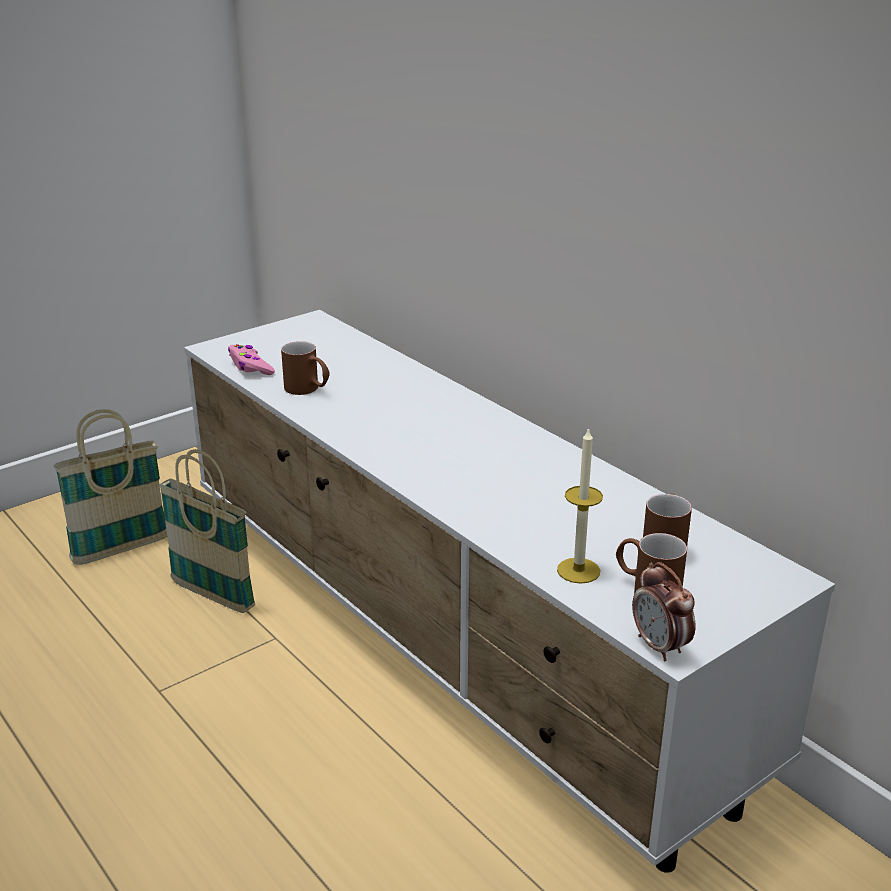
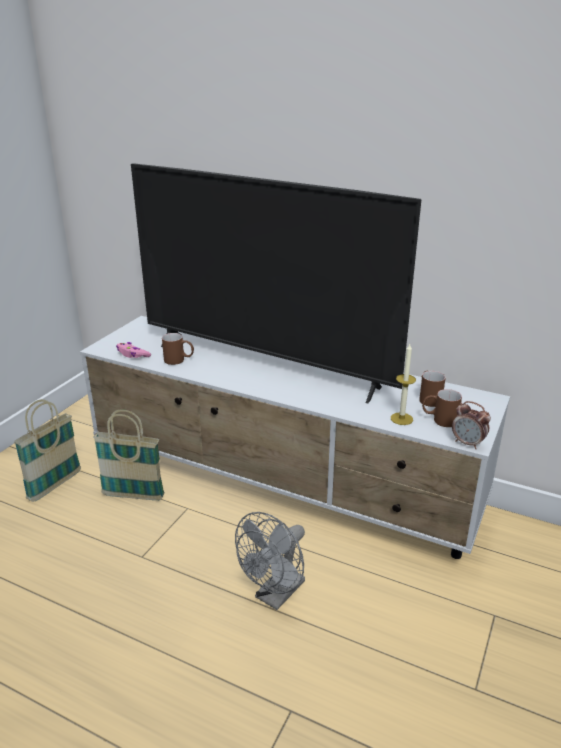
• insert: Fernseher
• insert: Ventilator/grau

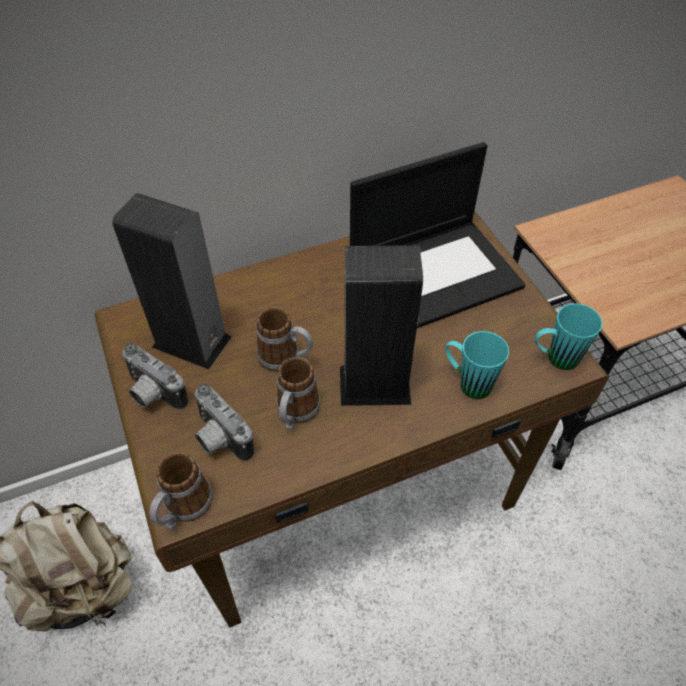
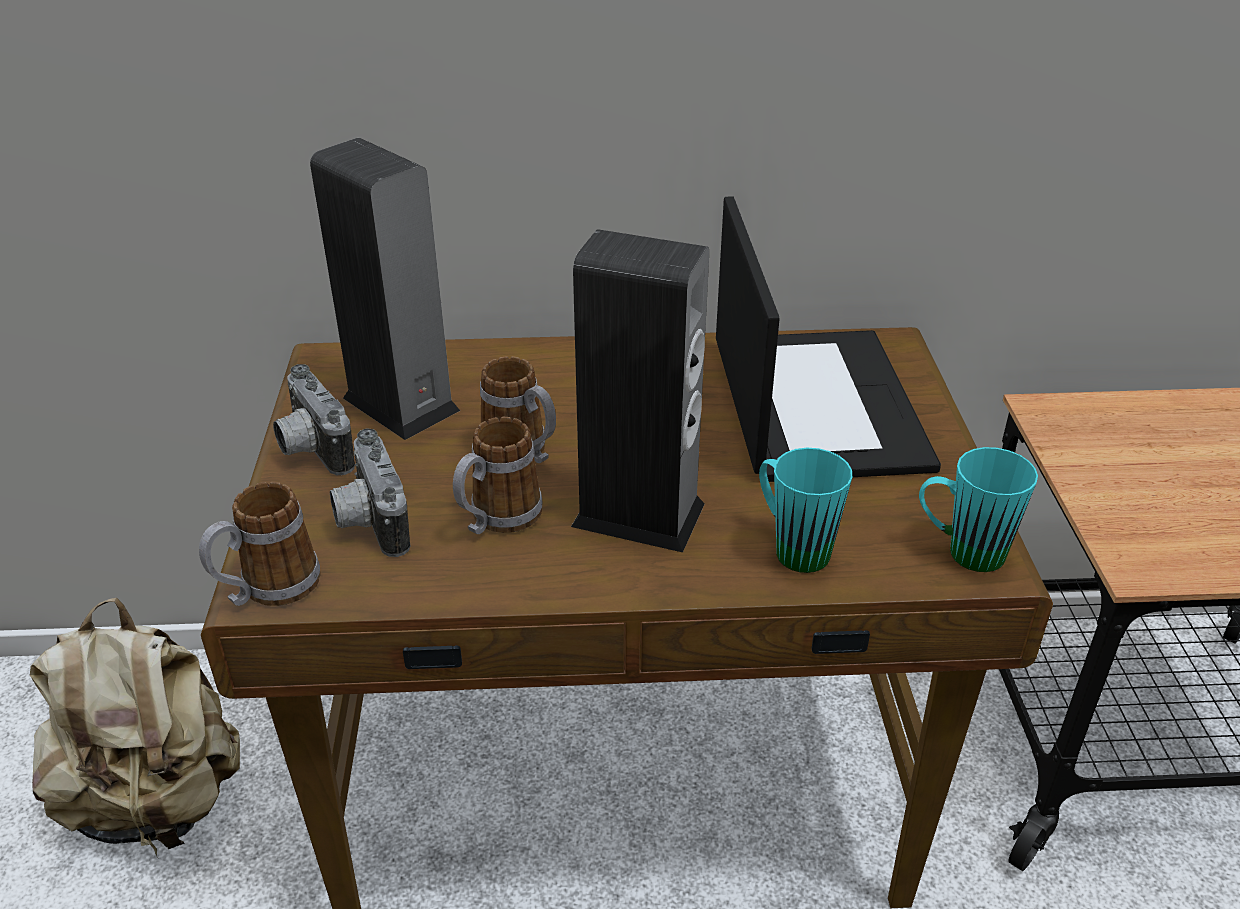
• rotate: Laptop 90 degrees counterclockwise

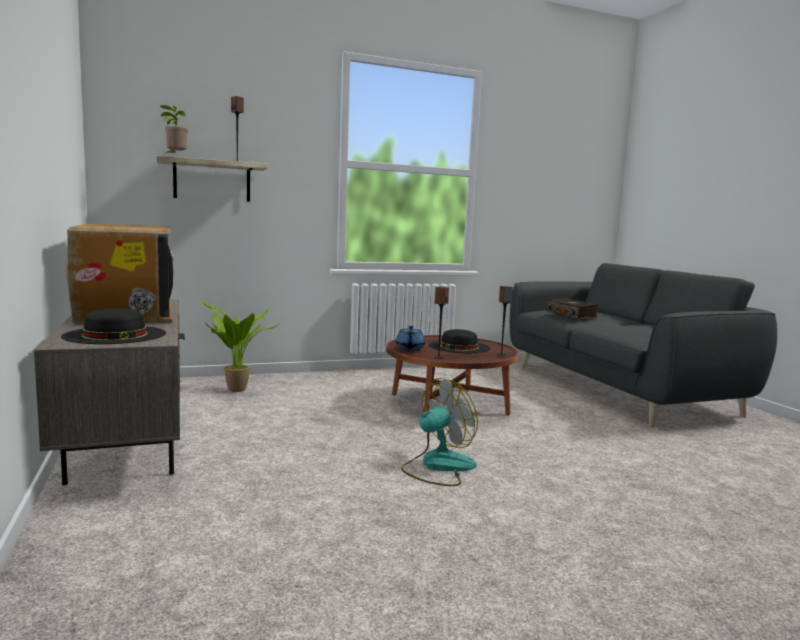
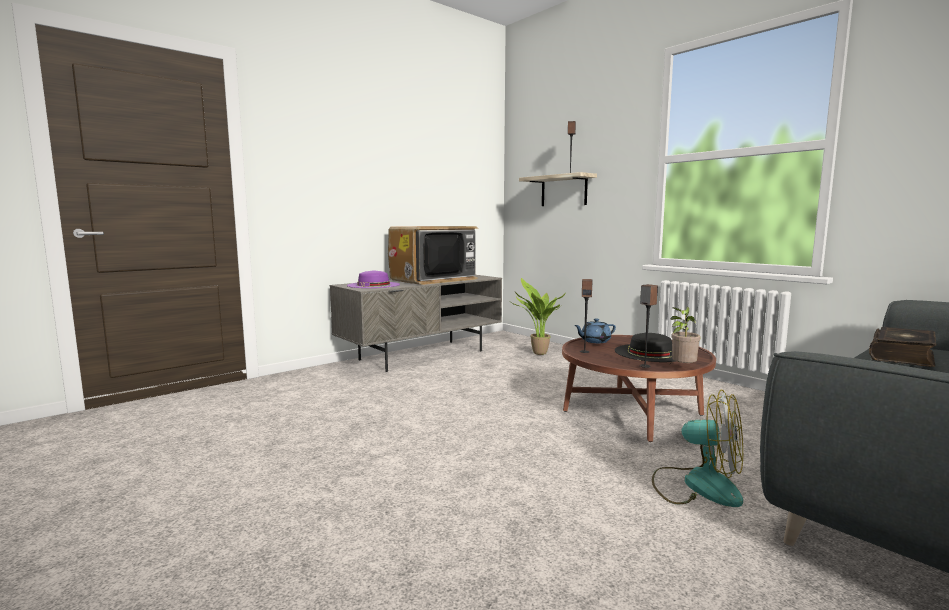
• recolor: Hut/schwarz (1st from left) to Hut/lila
• move: Ventilator
• move: Topfpflanze (1st from left in the first image) to Topfpflanze (2nd from left)

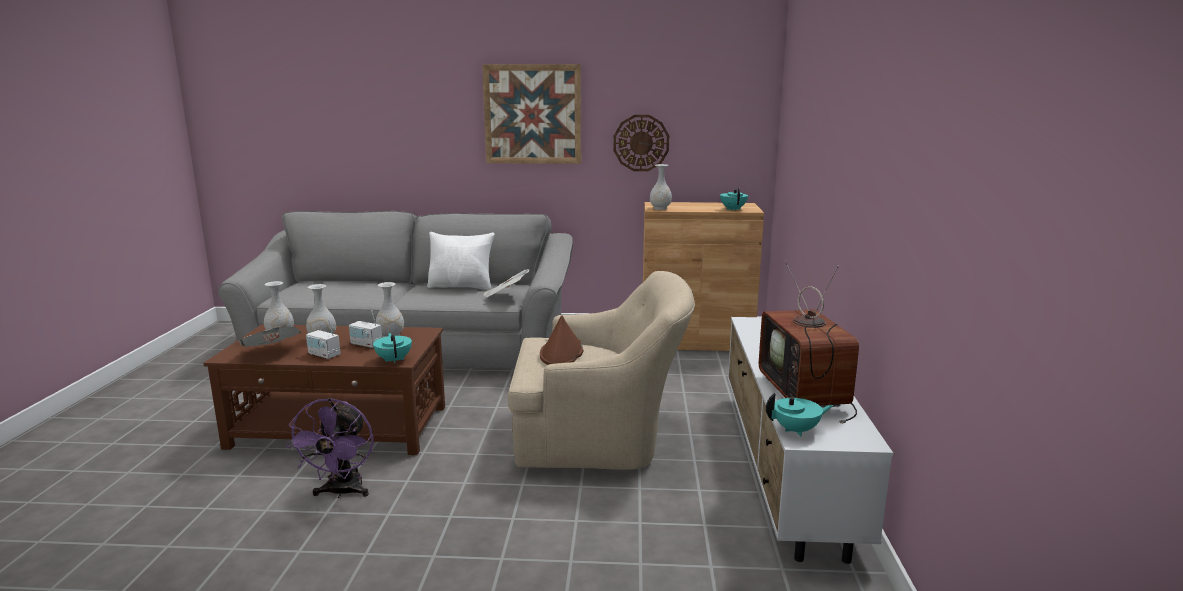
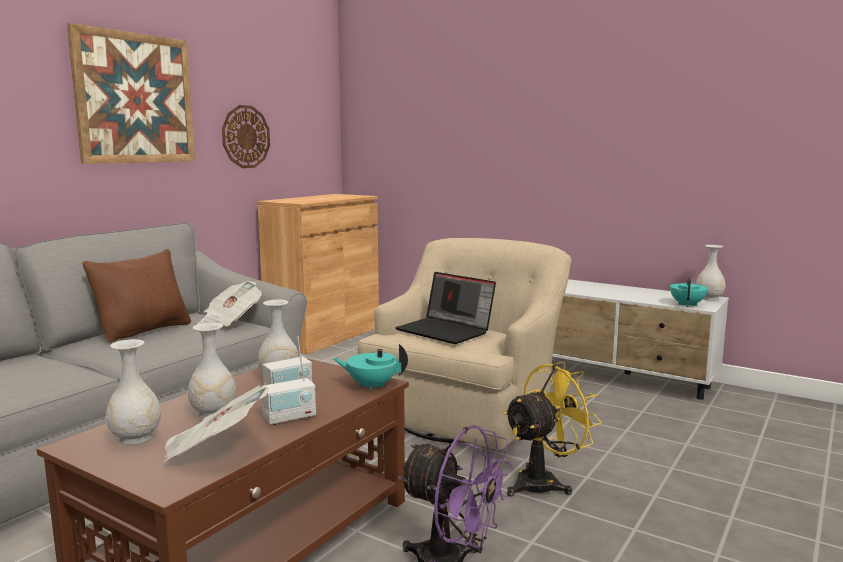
• recolor: Kissen/weiß to Kissen/braun
• replace: Hut/braun to Laptop
• insert: Ventilator/gelb
• move: Vase/weiß (4th from left)
• delete: Teekanne/türkis (2nd from left)
• delete: Fernseher

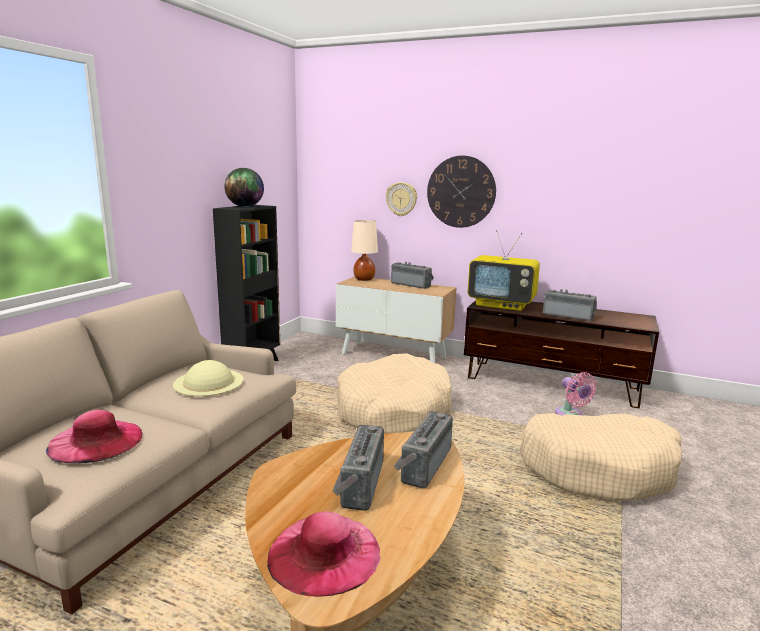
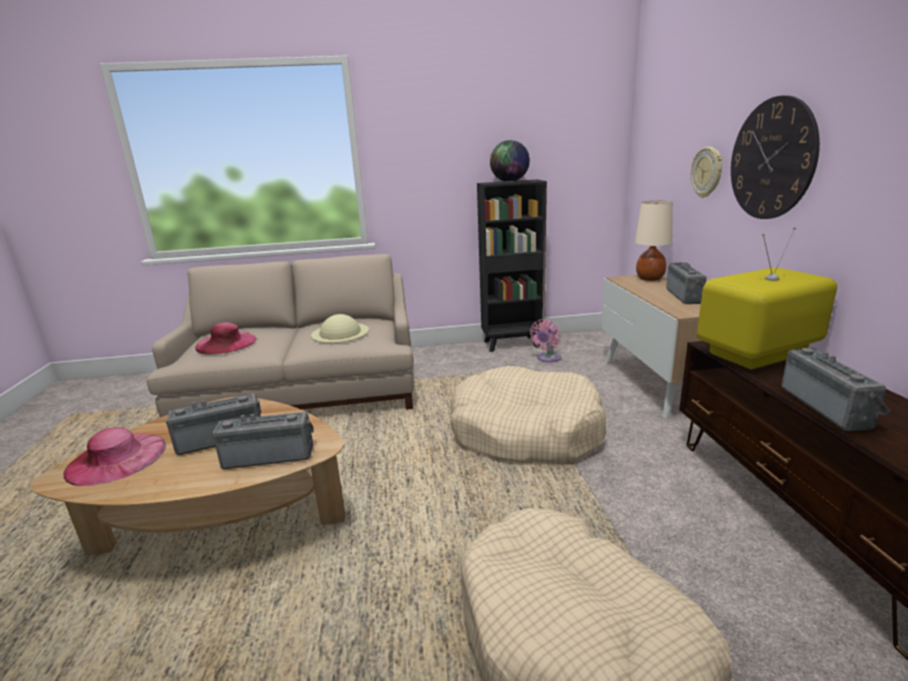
• move: Ventilator/rosa
• rotate: Fernseher 75 degrees clockwise

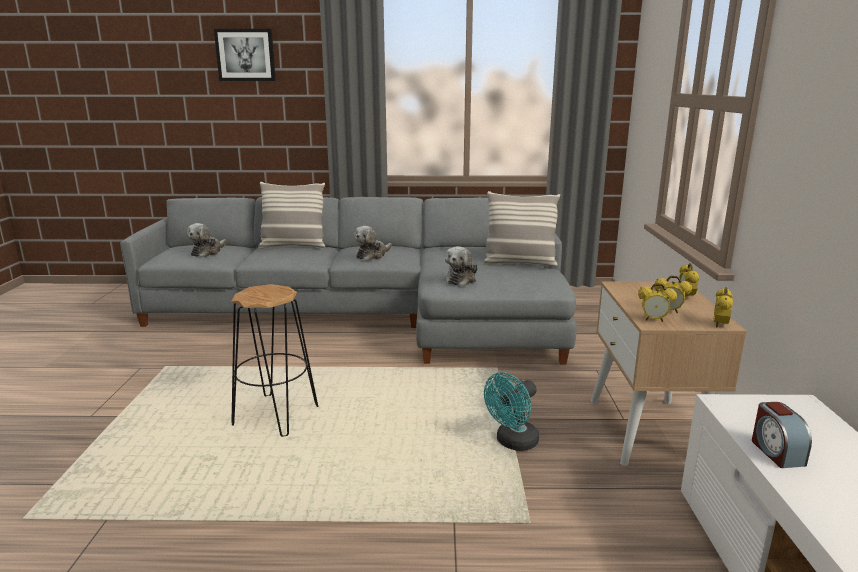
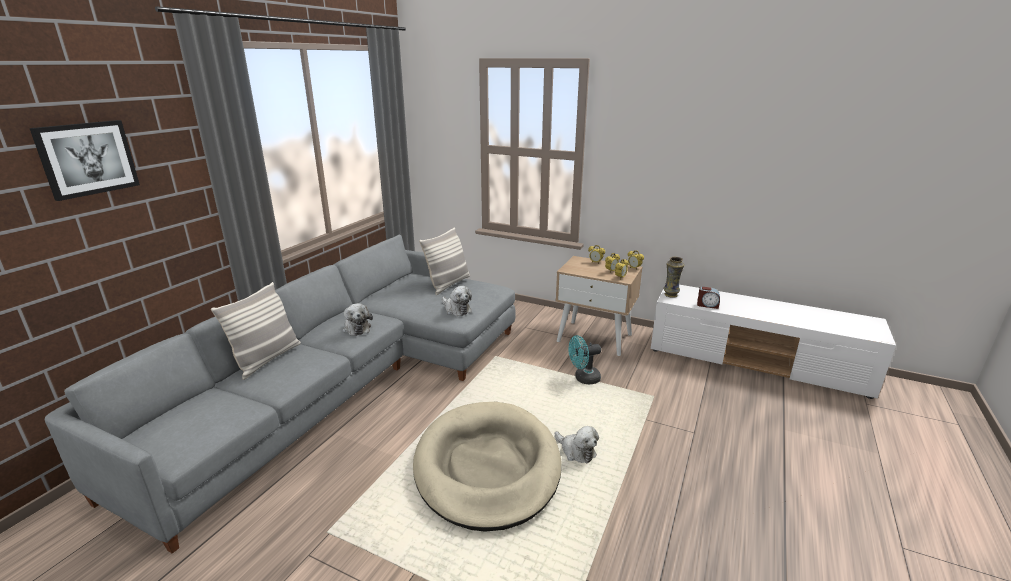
• replace: Hocker/schwarz to Hundebett/beige
• move: Plüschtier (1st from left in the first image) to Plüschtier (3rd from left)
• rotate: Ventilator/türkis 90 degrees clockwise
• insert: Vase

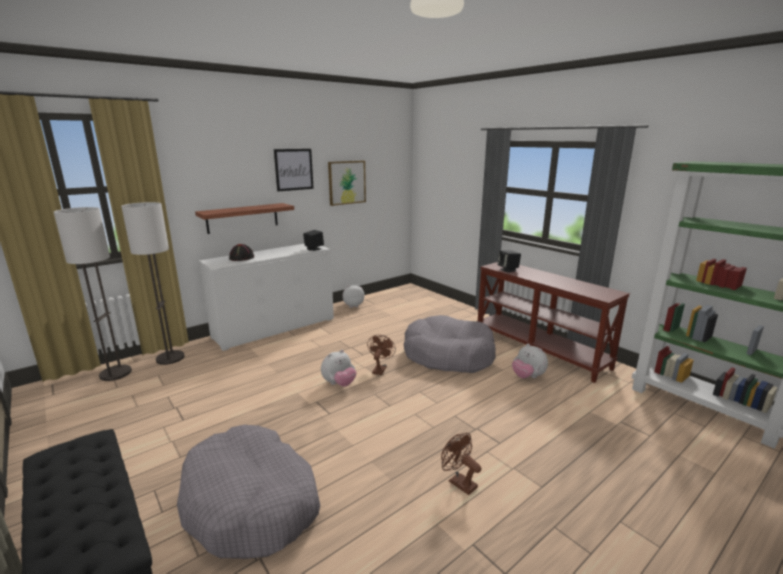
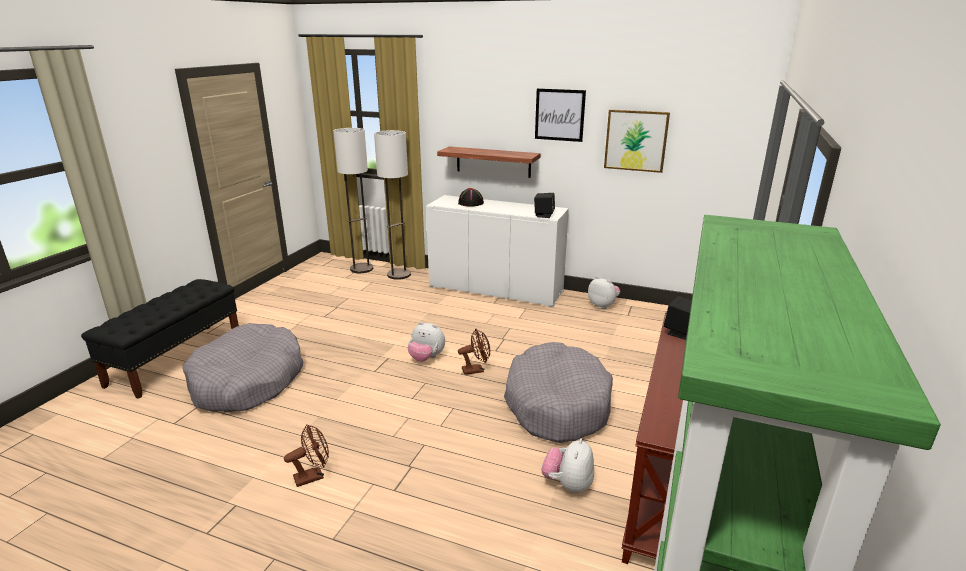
• rotate: Ventilator/braun (2nd from left in the first image) 45 degrees clockwise

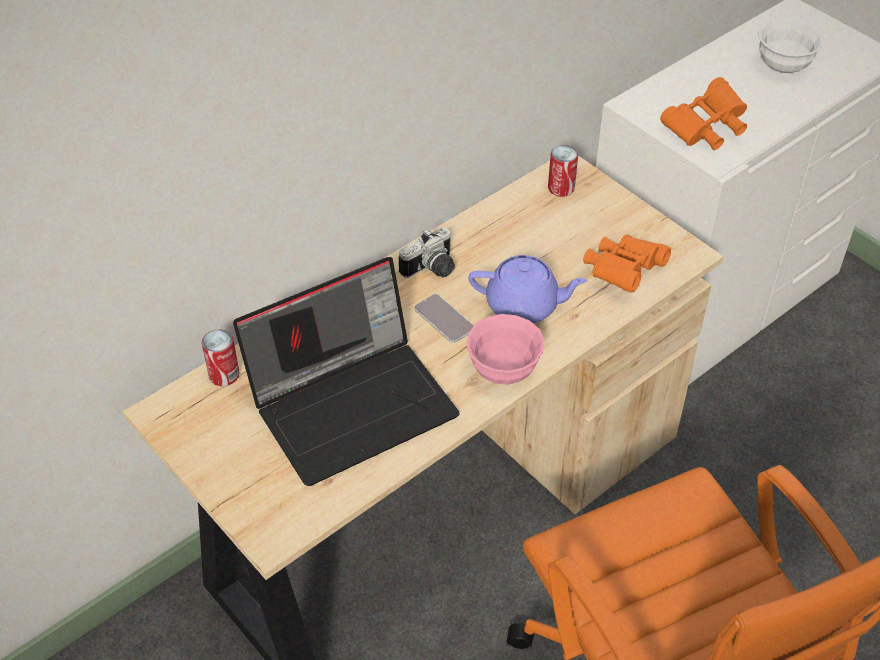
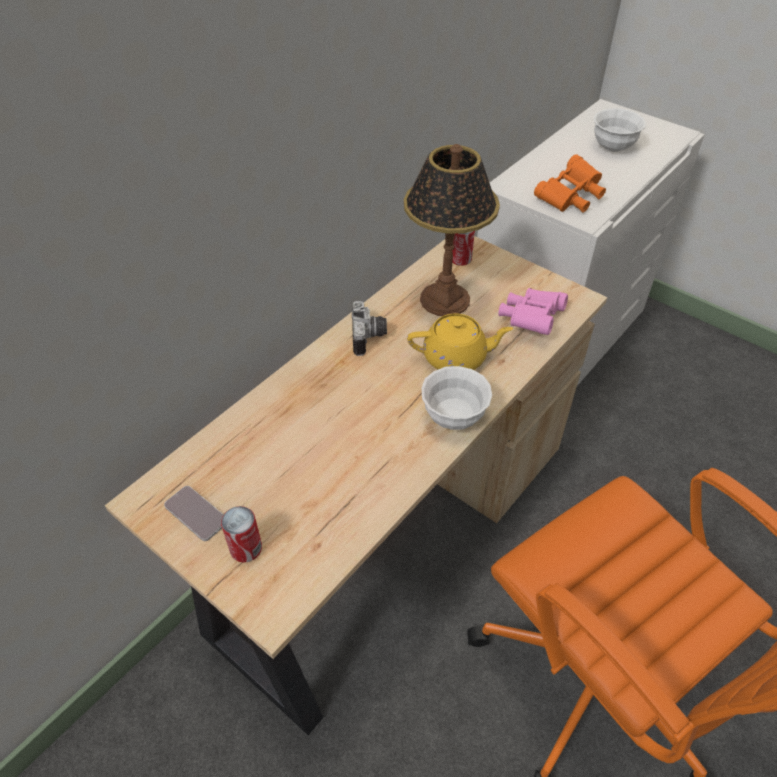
• move: Handy
• move: Dose (1st from left)
• rotate: Kamera 45 degrees counterclockwise
• insert: Tischlampe
• recolor: Teekanne/lila to Teekanne/gelb
• recolor: Schüssel/rosa to Schüssel/weiß (1st from left)
• recolor: Fernglas/orange (1st from left) to Fernglas/rosa
• delete: Laptop

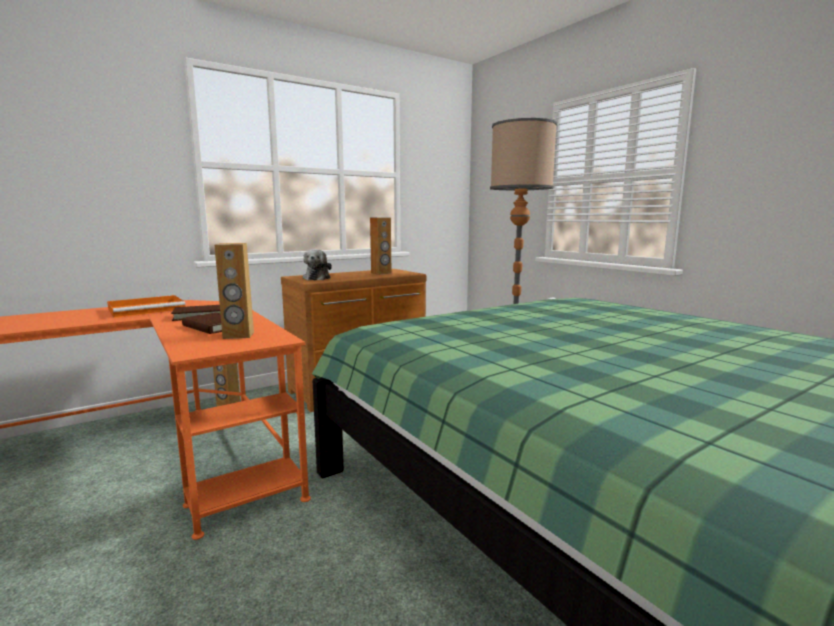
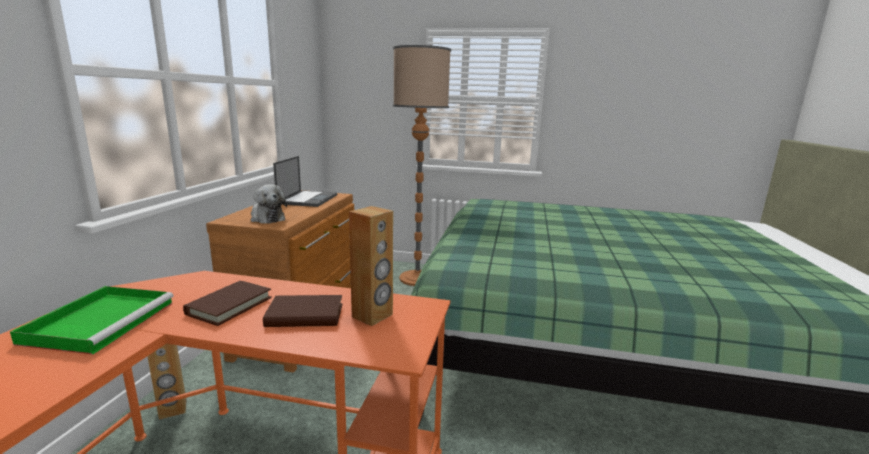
• recolor: Tablett/orange to Tablett/grün
• replace: Lautsprecher/braun (3rd from left) to Laptop

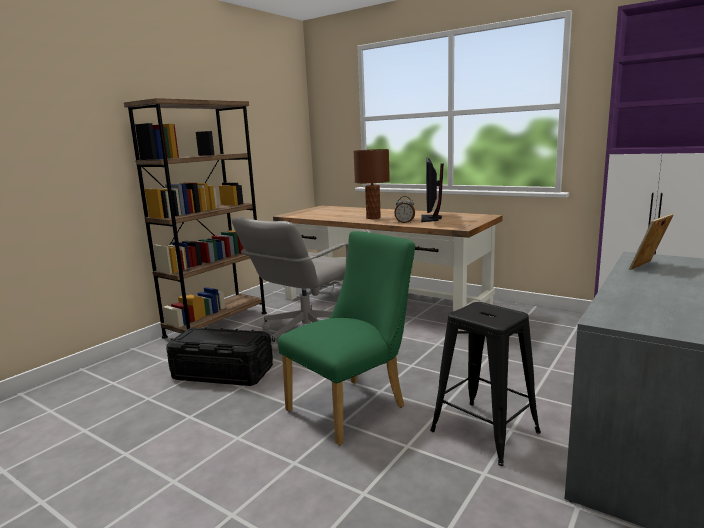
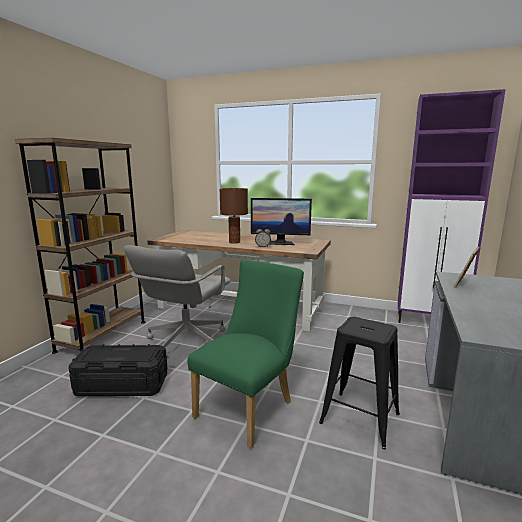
• rotate: Monitor 75 degrees counterclockwise

